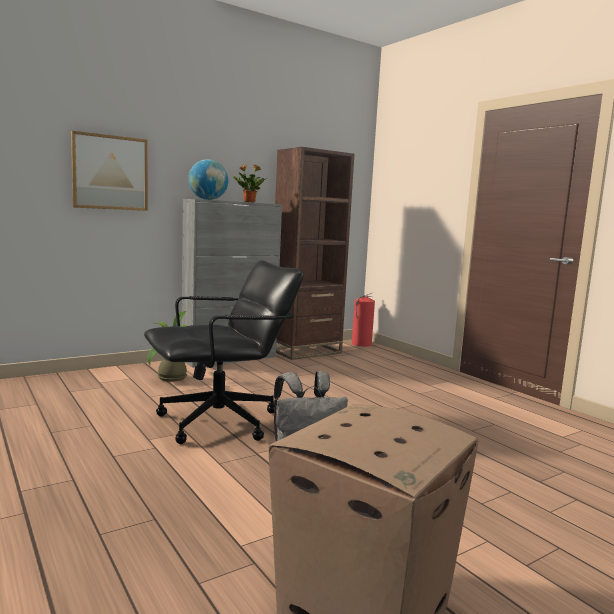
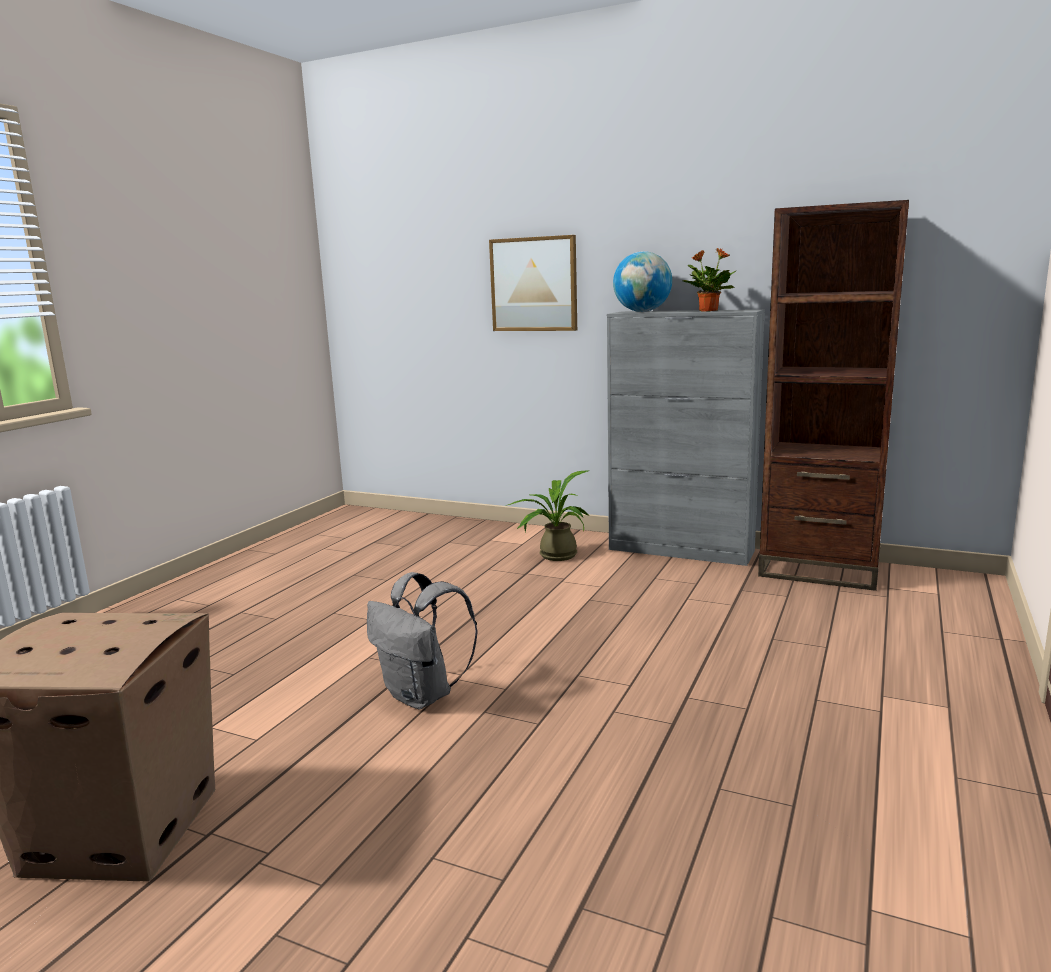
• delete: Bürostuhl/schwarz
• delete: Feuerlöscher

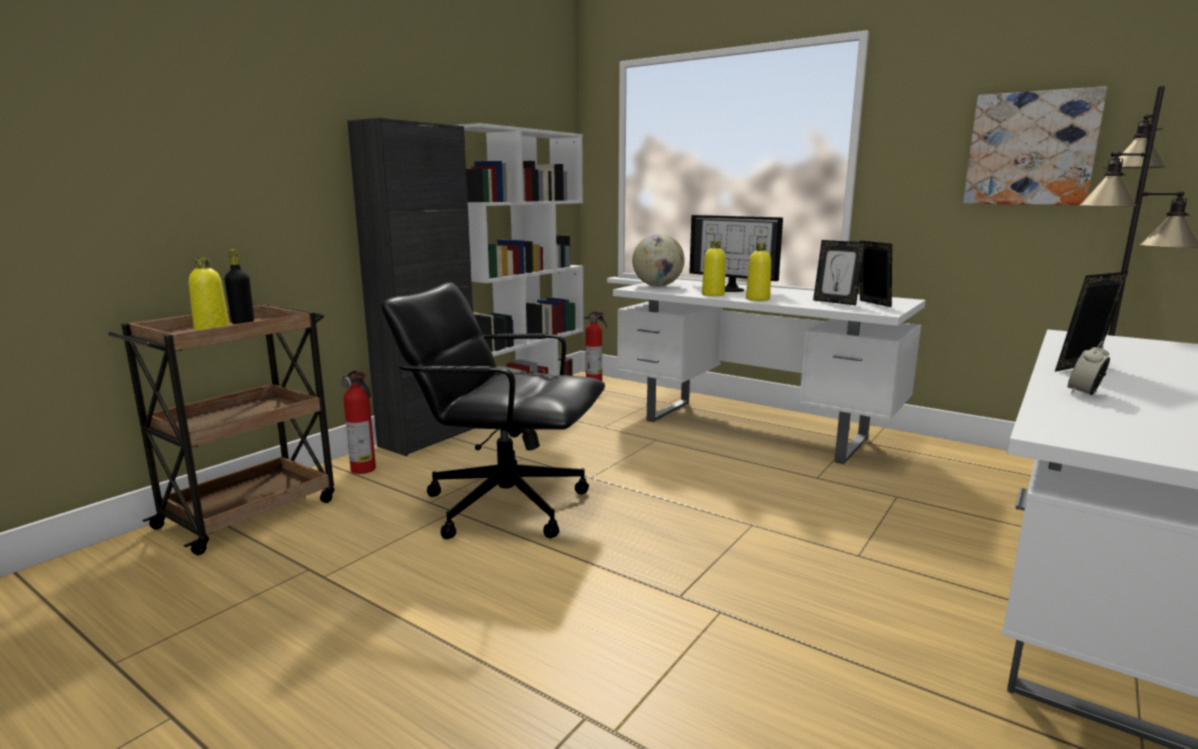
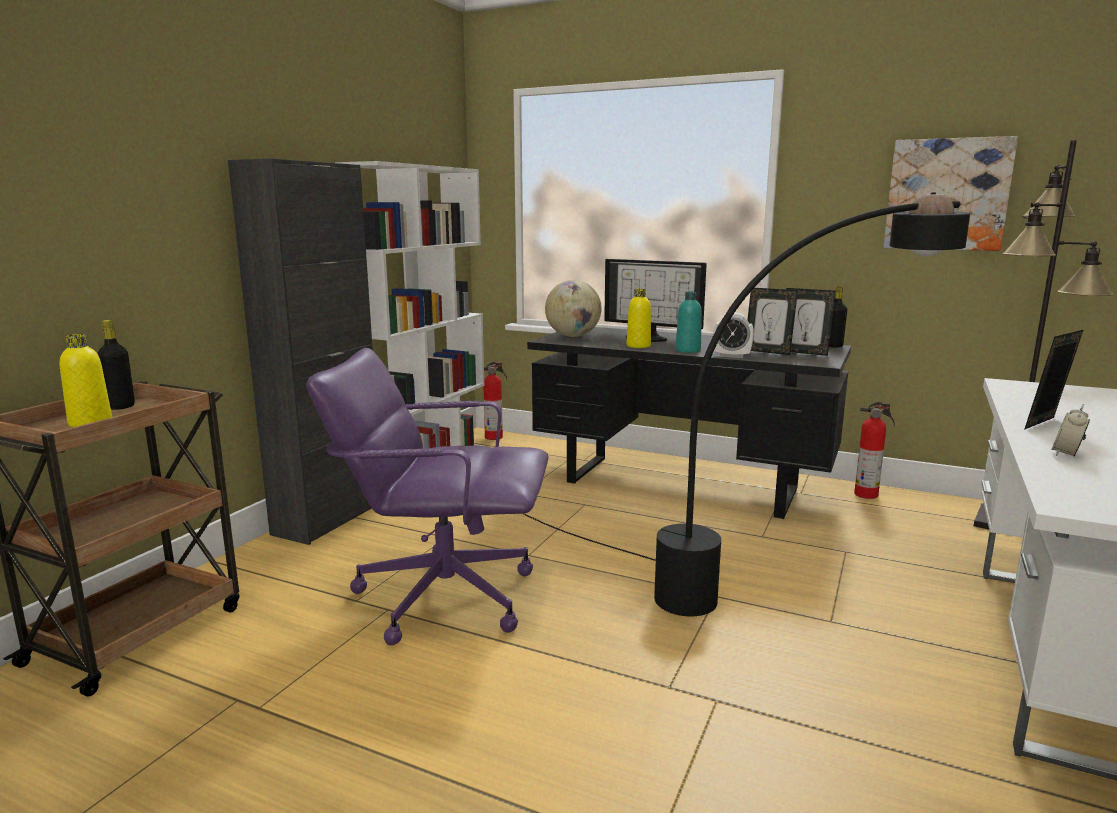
• recolor: Bürostuhl/schwarz to Bürostuhl/lila
• insert: Stehlampe/schwarz (1st from left)
• recolor: Schreibtisch/weiß (1st from left) to Schreibtisch/schwarz
• recolor: Flasche/gelb (3rd from left) to Flasche/türkis
• insert: Wecker (1st from left)
• rotate: Bilderrahmen (2nd from left) 150 degrees clockwise
• insert: Flasche/schwarz (2nd from left)
• move: Feuerlöscher (1st from left in the first image) to Feuerlöscher (2nd from left)

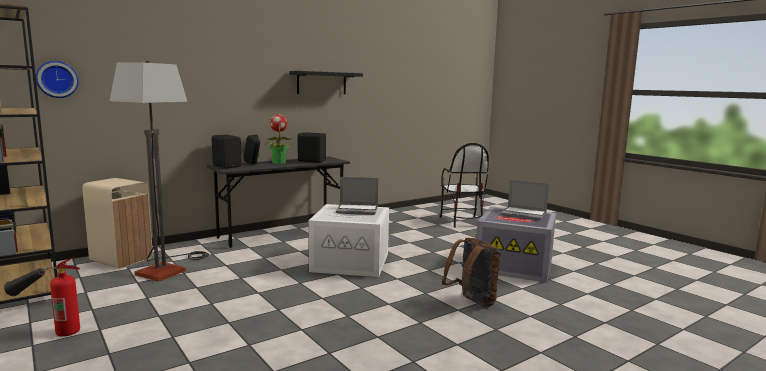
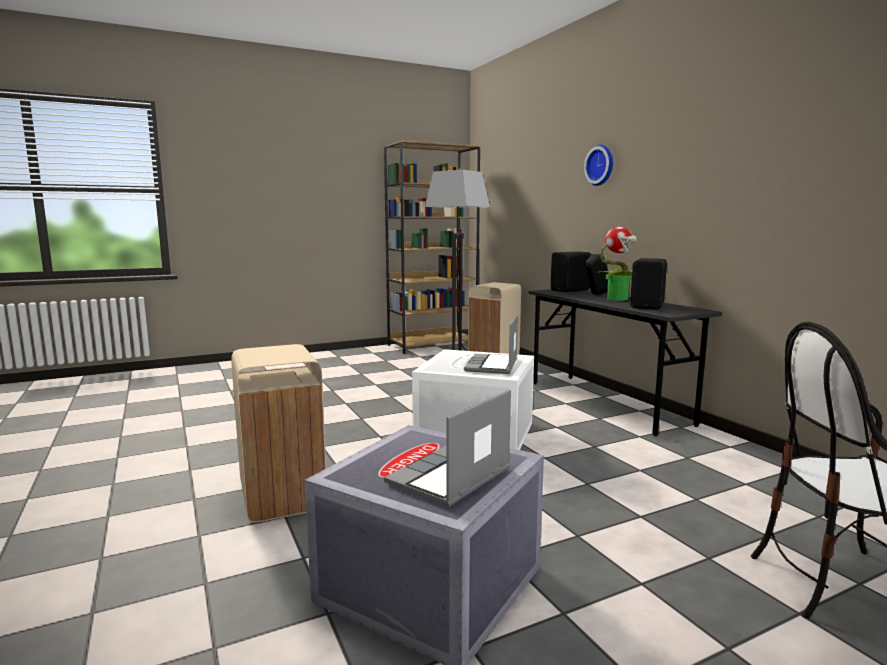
• replace: Rucksack/braun to Mülleimer/beige (1st from left)
• move: Wanduhr
• delete: Feuerlöscher
• delete: Wandregal/schwarz

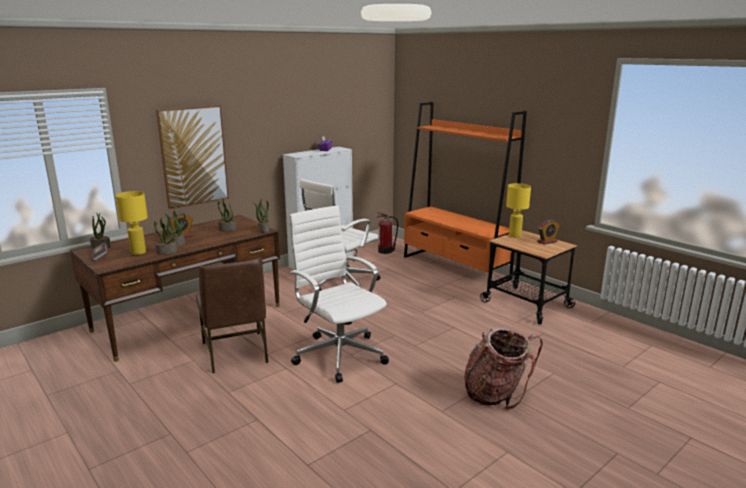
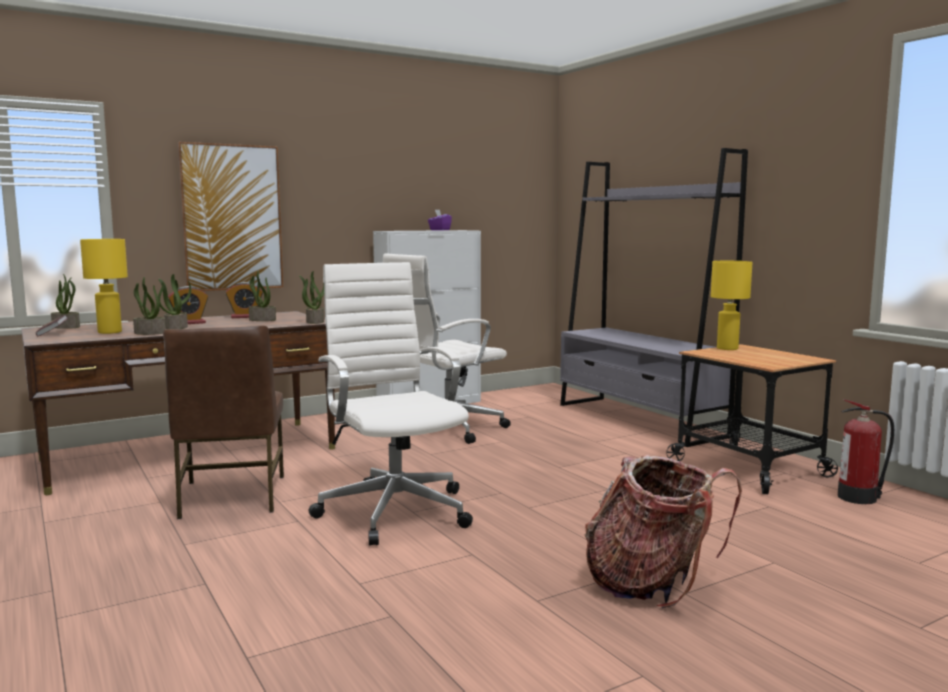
• move: Wecker (2nd from left)
• recolor: Bücherregal/orange to Bücherregal/grau
• move: Feuerlöscher

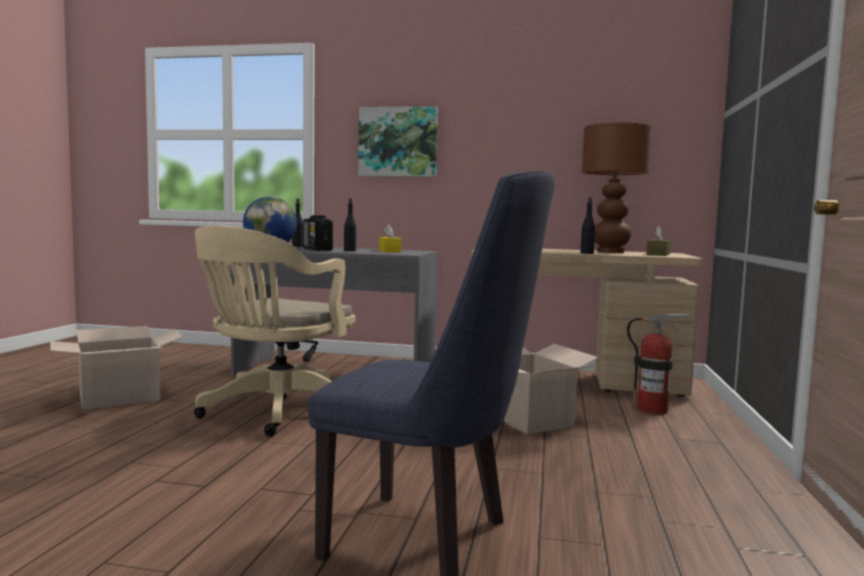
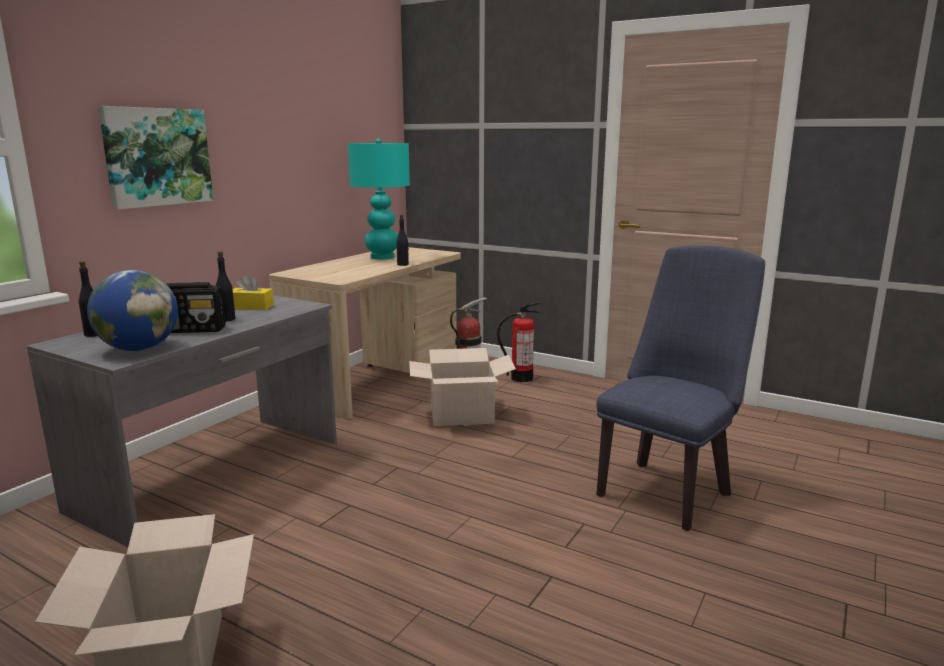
• recolor: Tischlampe/braun to Tischlampe/türkis
• insert: Feuerlöscher (2nd from left)
• delete: Bürostuhl/beige
• delete: Taschentuchbox/braun

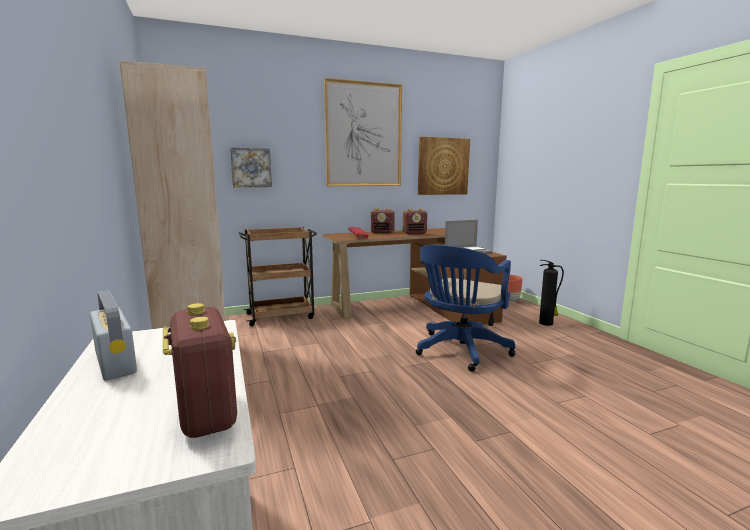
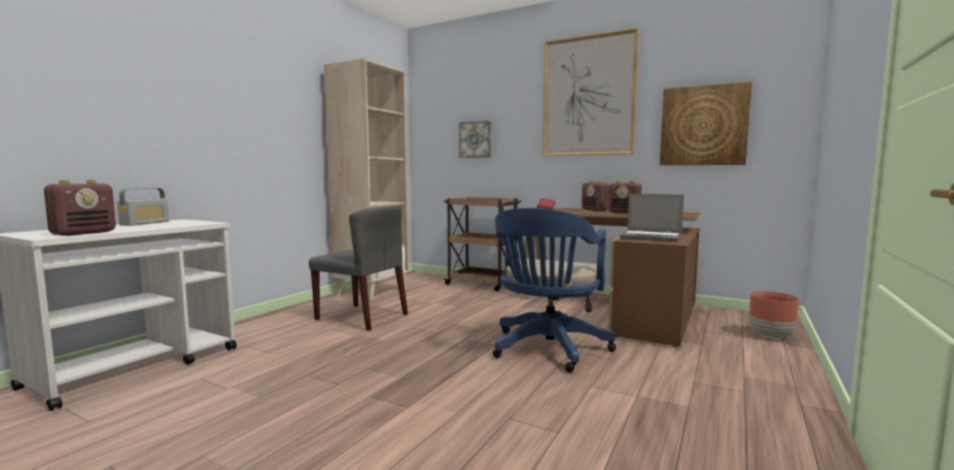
• insert: Stuhl/grau
• rotate: Bürostuhl/blau 60 degrees counterclockwise
• delete: Feuerlöscher

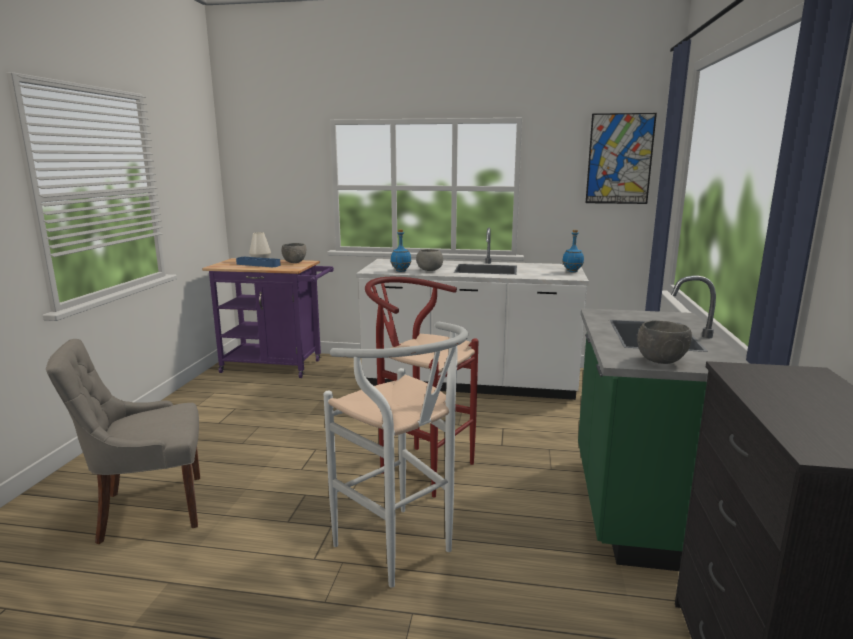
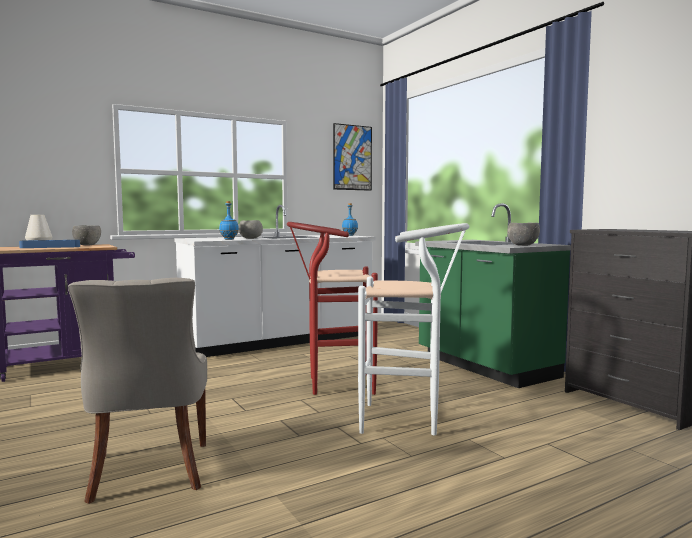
• rotate: Stuhl/grau 45 degrees counterclockwise

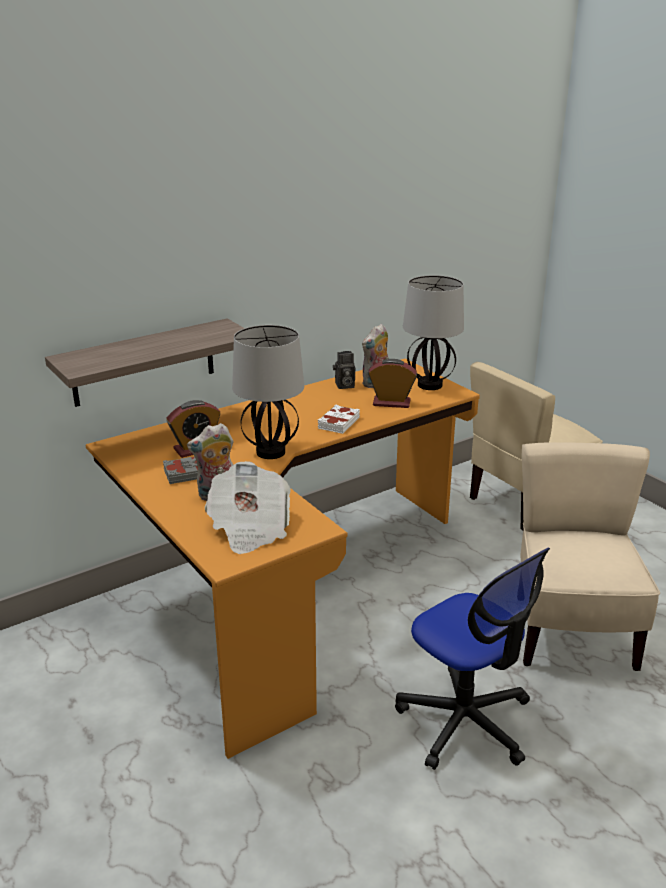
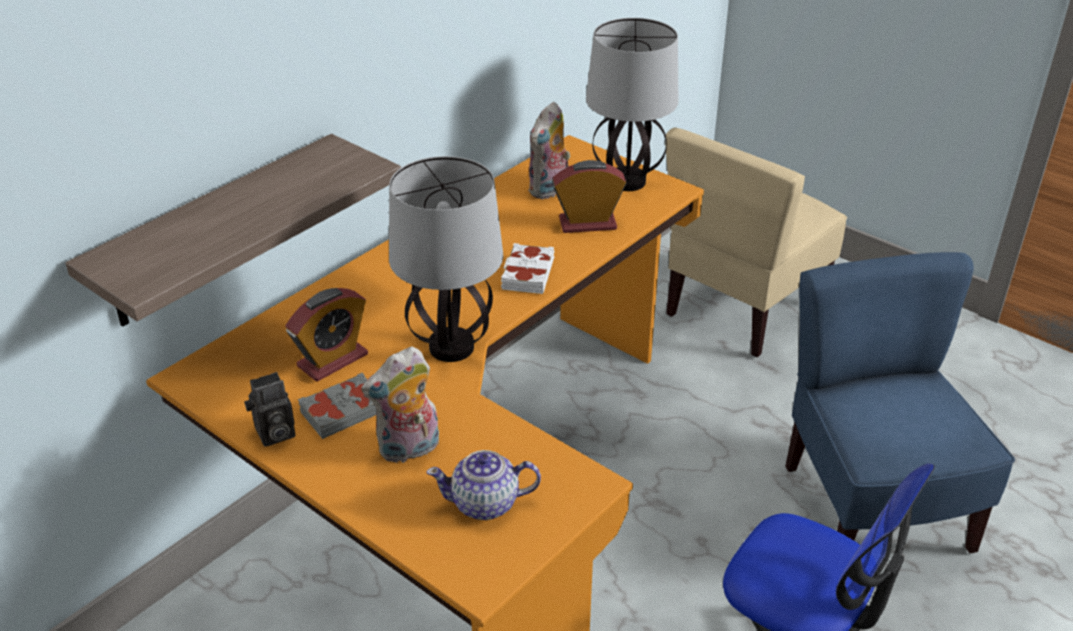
• move: Kamera
• replace: Zeitung to Teekanne
• recolor: Stuhl/beige (2nd from left) to Stuhl/blau

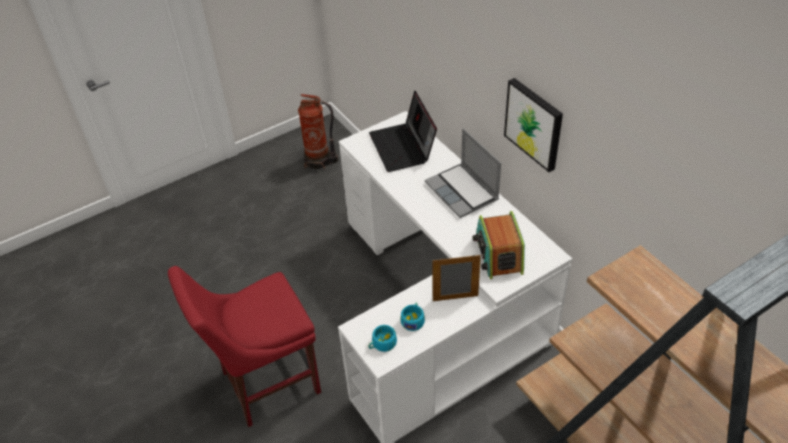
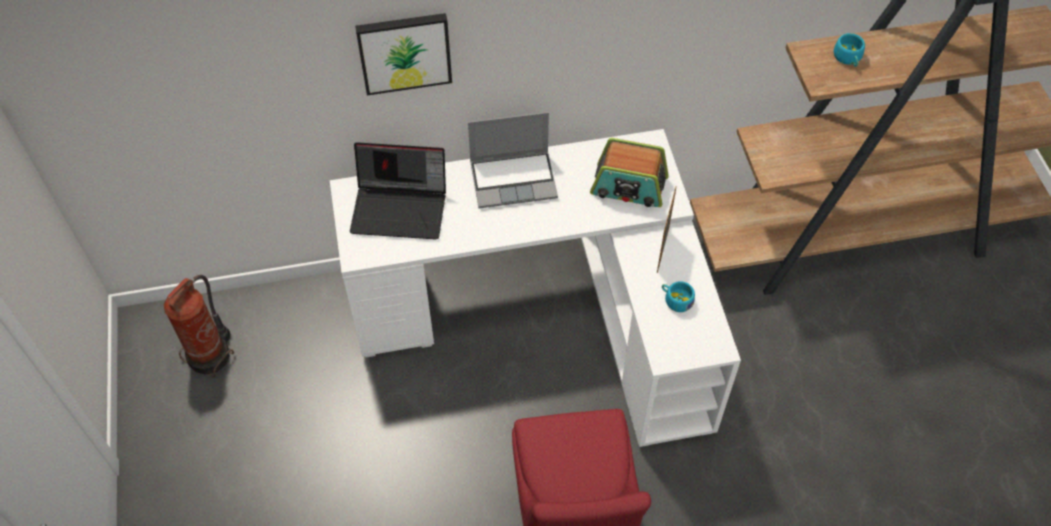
• move: Bild
• move: Tasse/türkis (1st from left in the first image) to Tasse/türkis (2nd from left)

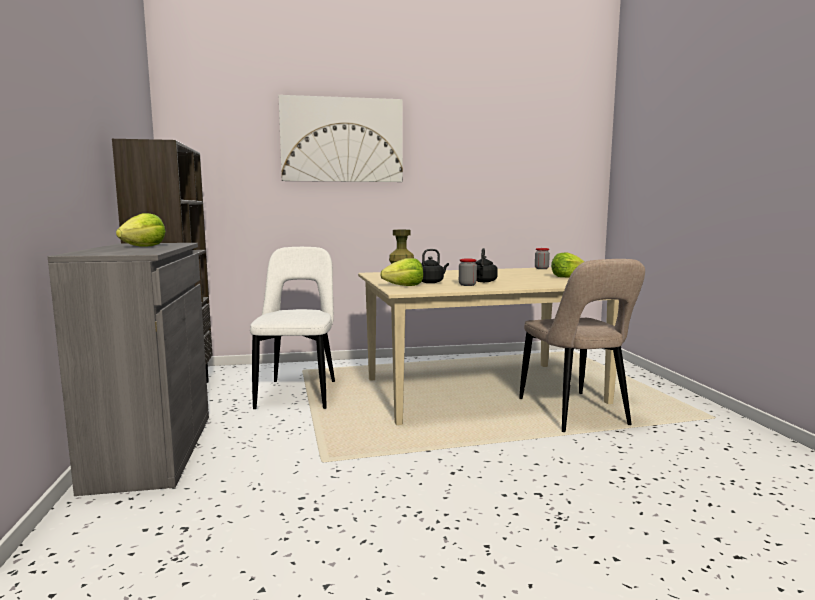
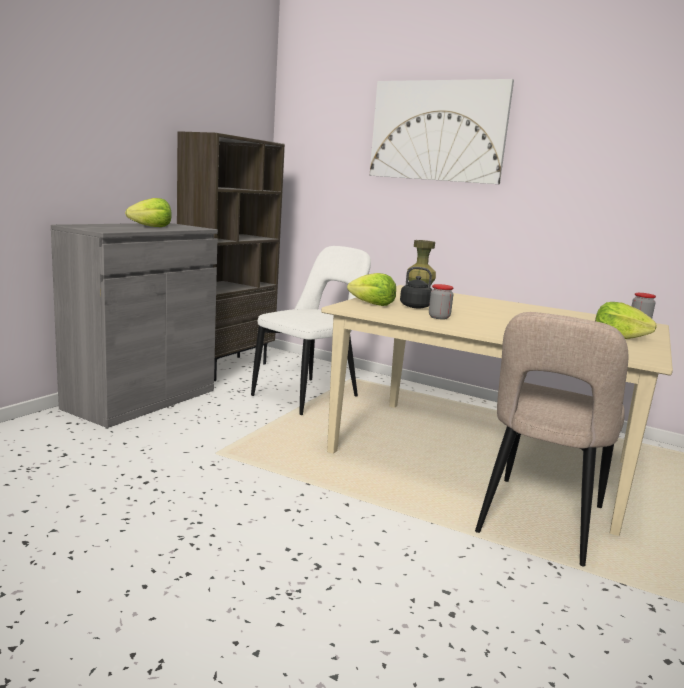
• delete: Wasserkessel/schwarz (2nd from left)

